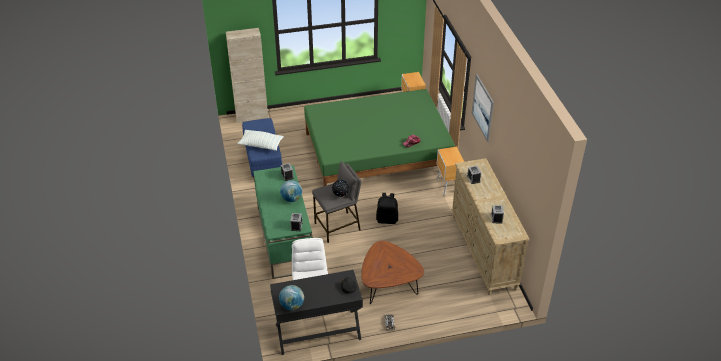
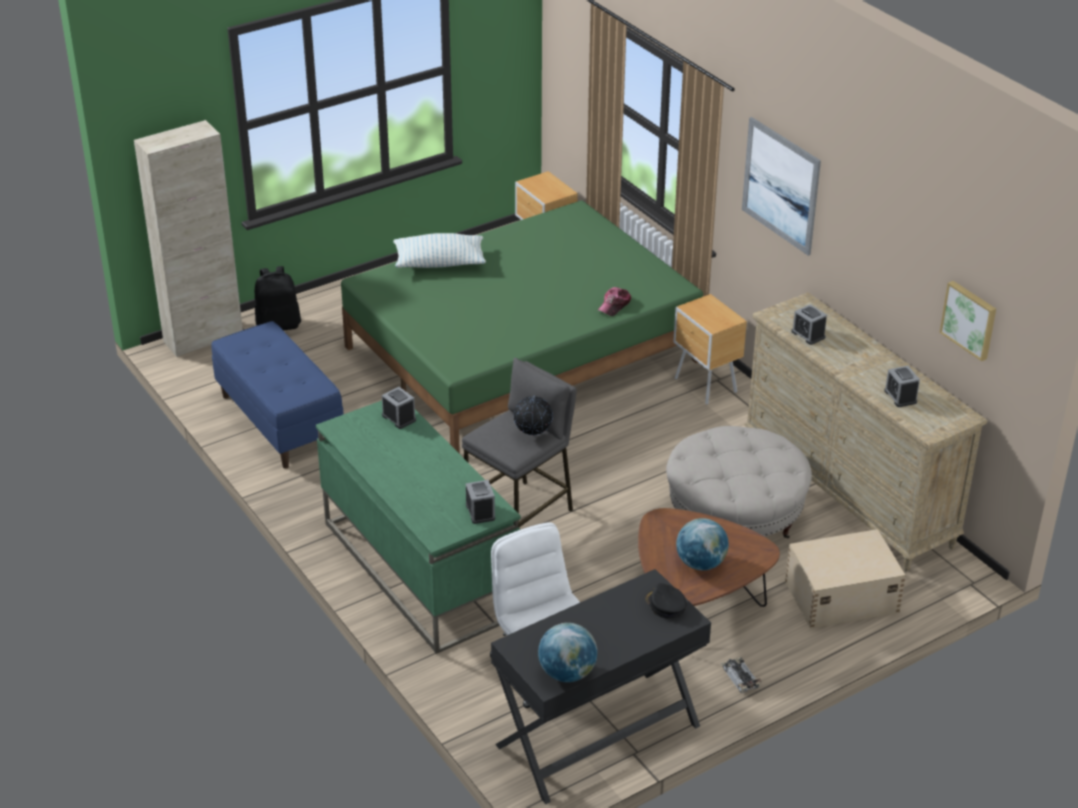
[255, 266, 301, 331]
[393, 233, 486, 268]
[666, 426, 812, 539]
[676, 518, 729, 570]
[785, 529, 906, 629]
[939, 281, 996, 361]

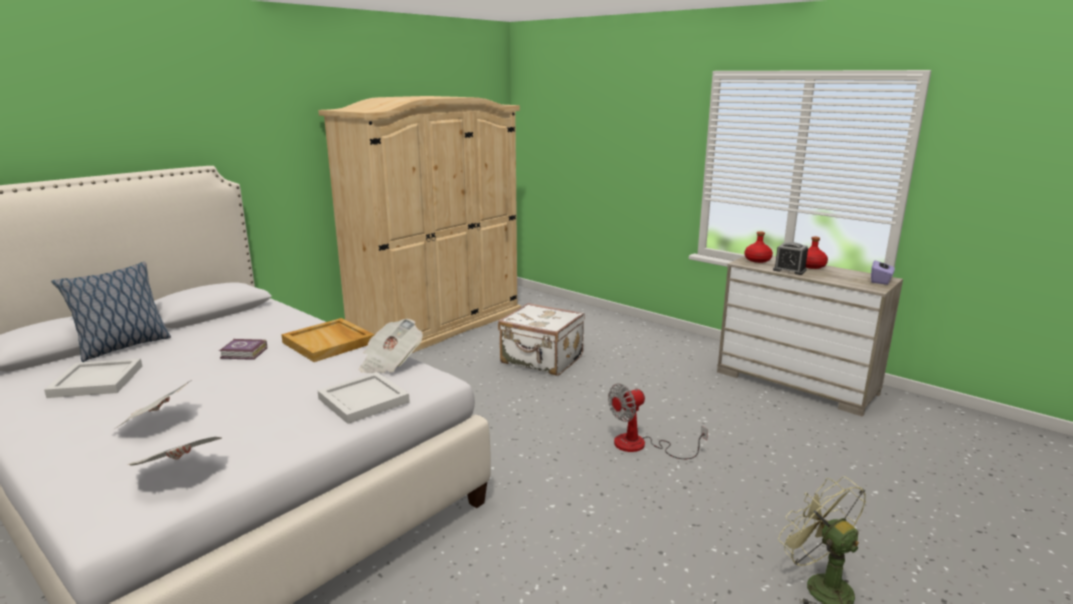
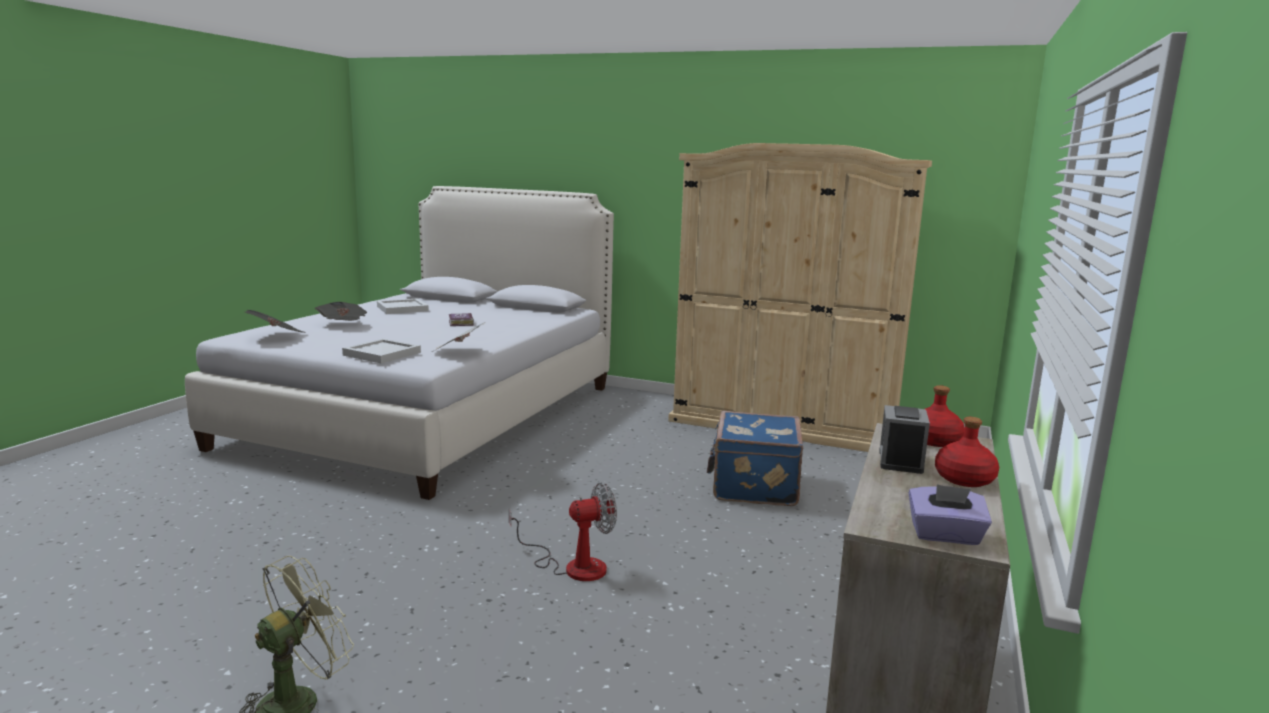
[509, 482, 617, 581]
[707, 411, 803, 506]
[51, 262, 171, 362] (first image)
[281, 318, 375, 362] (first image)

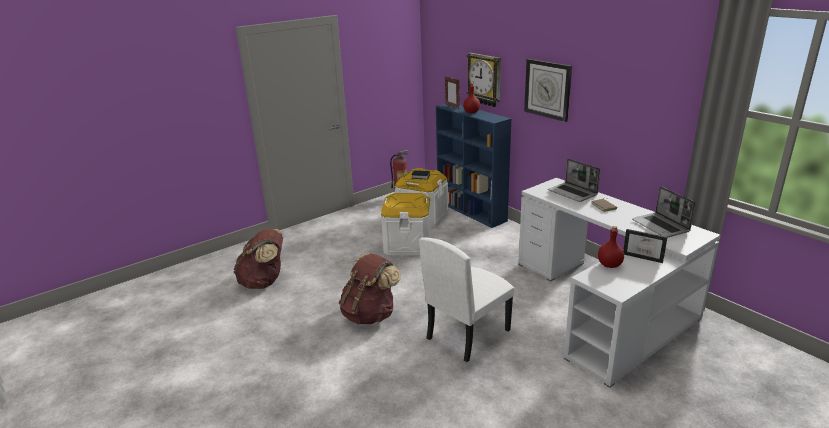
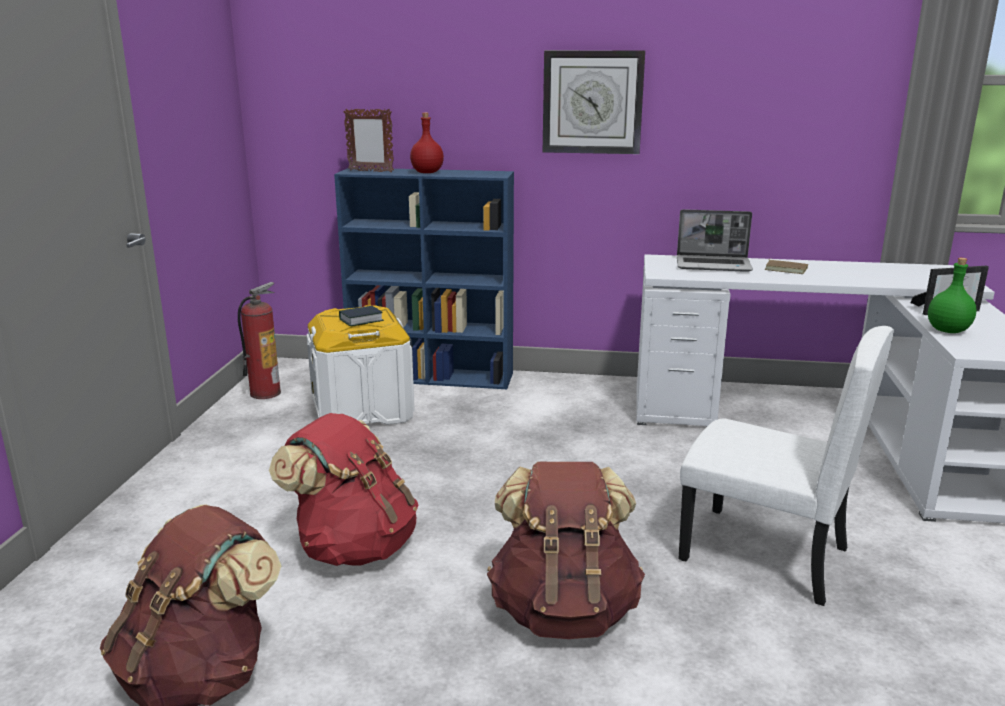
[269, 413, 419, 566]
[679, 326, 894, 606]
[928, 258, 977, 333]
[381, 193, 431, 256] (first image)
[467, 53, 501, 107] (first image)
[632, 186, 696, 238] (first image)

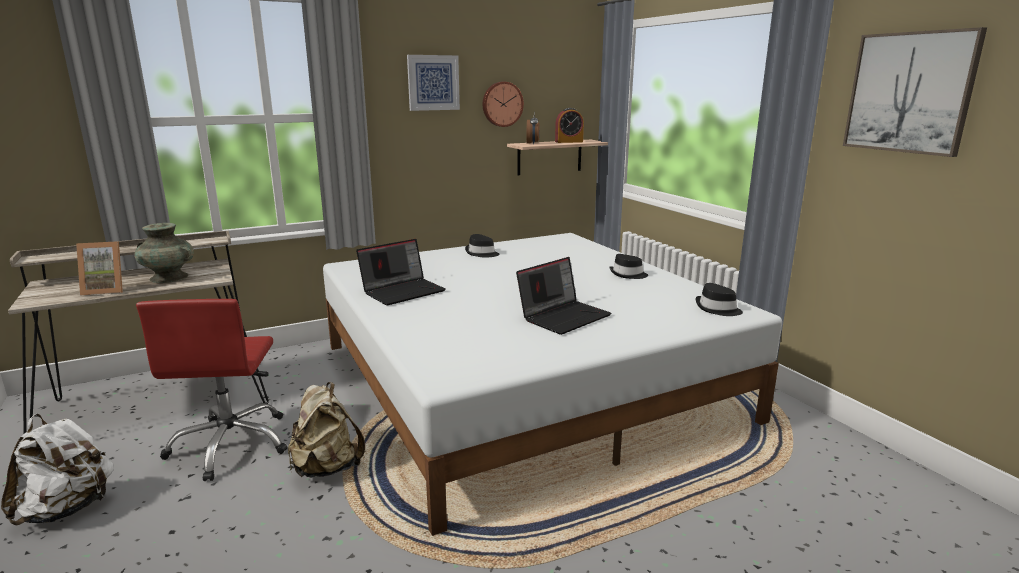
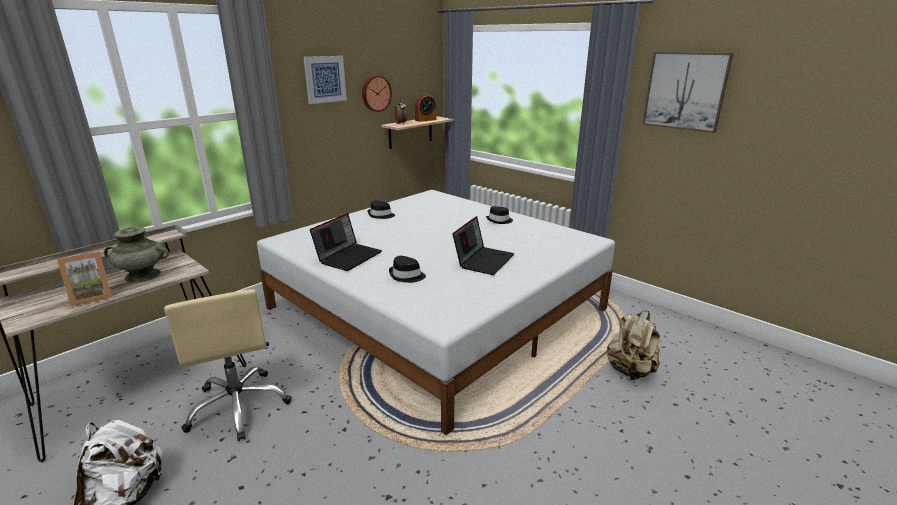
[164, 289, 292, 441]
[389, 256, 426, 283]
[607, 311, 660, 380]

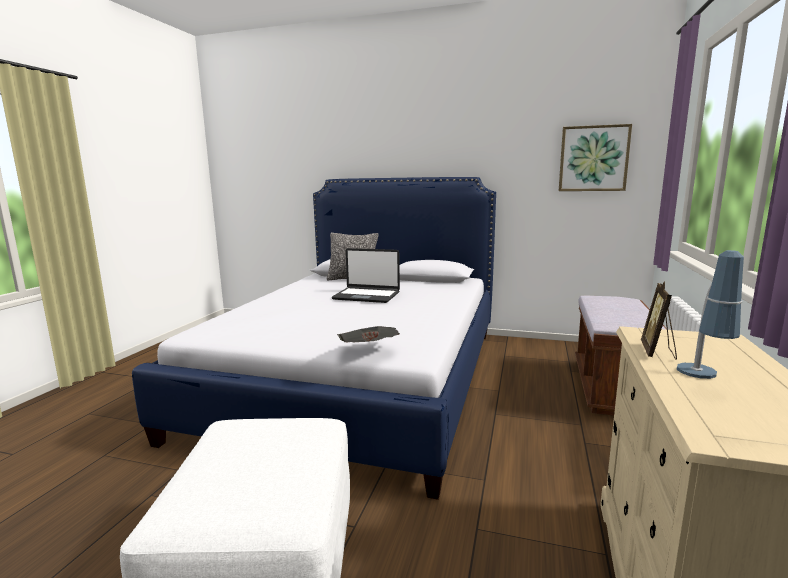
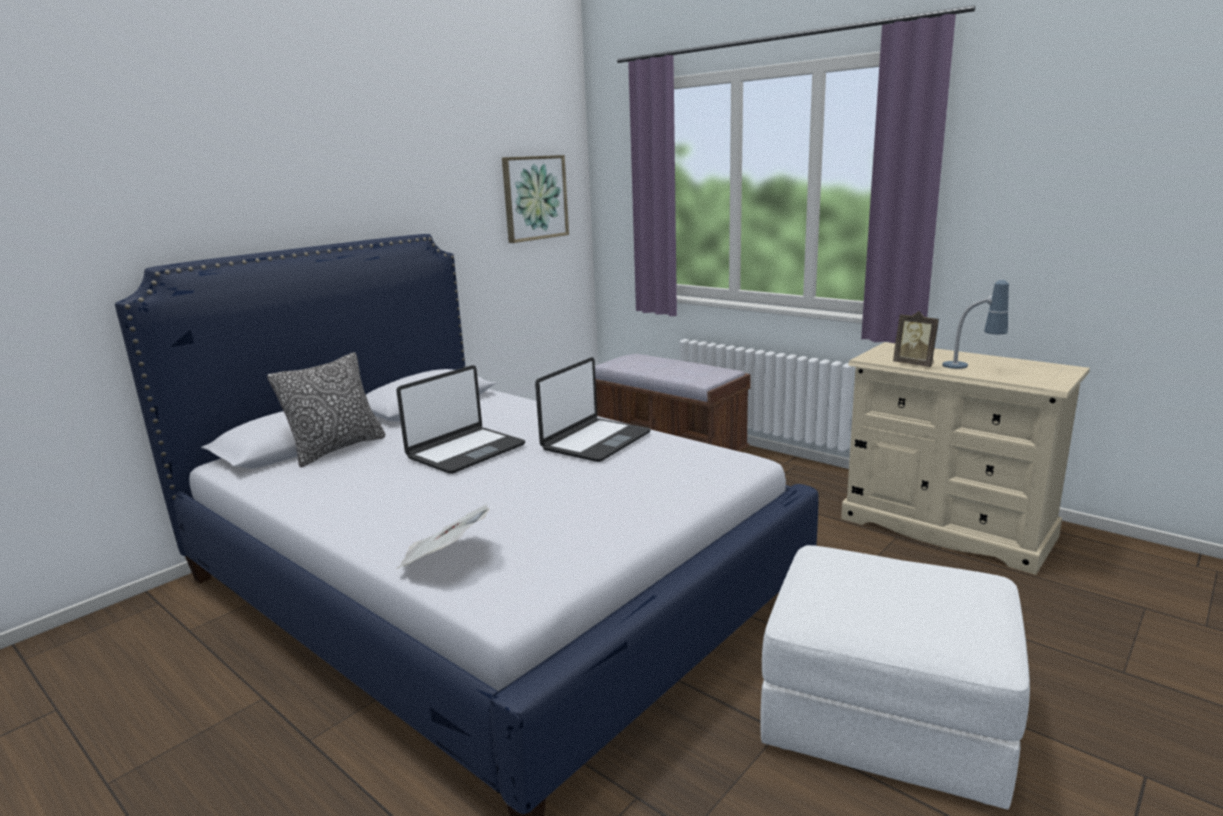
[395, 504, 489, 570]
[535, 357, 651, 462]

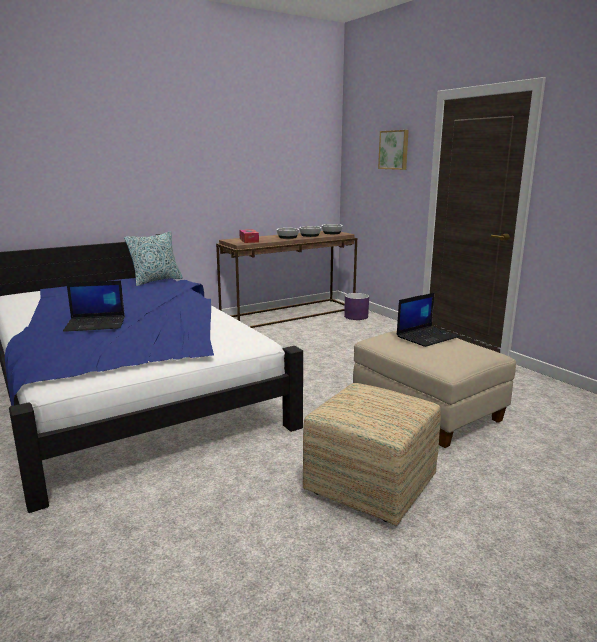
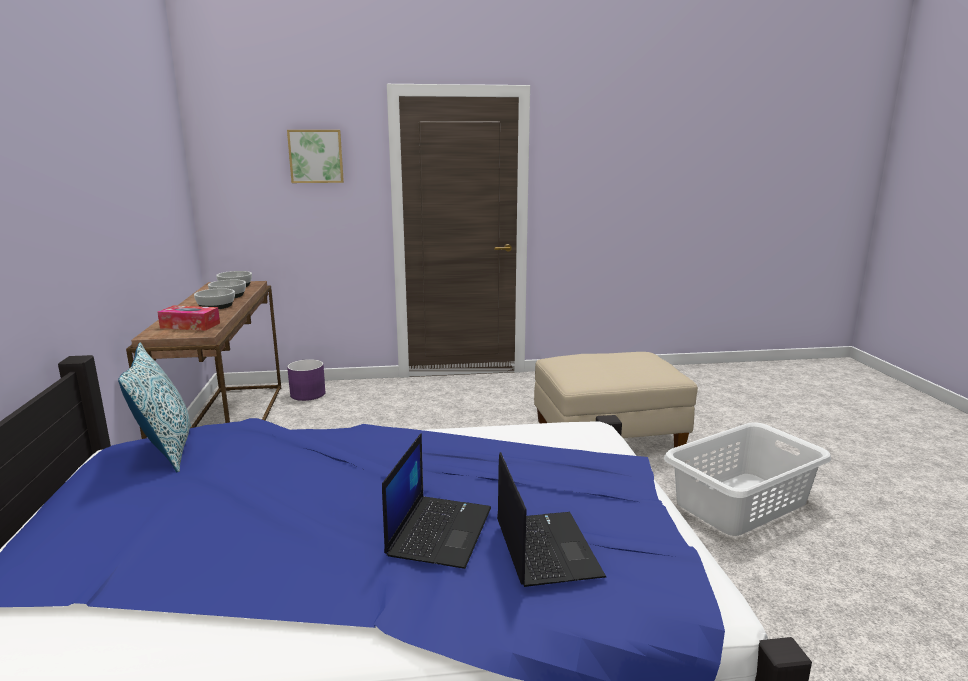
[497, 452, 606, 587]
[664, 423, 831, 536]

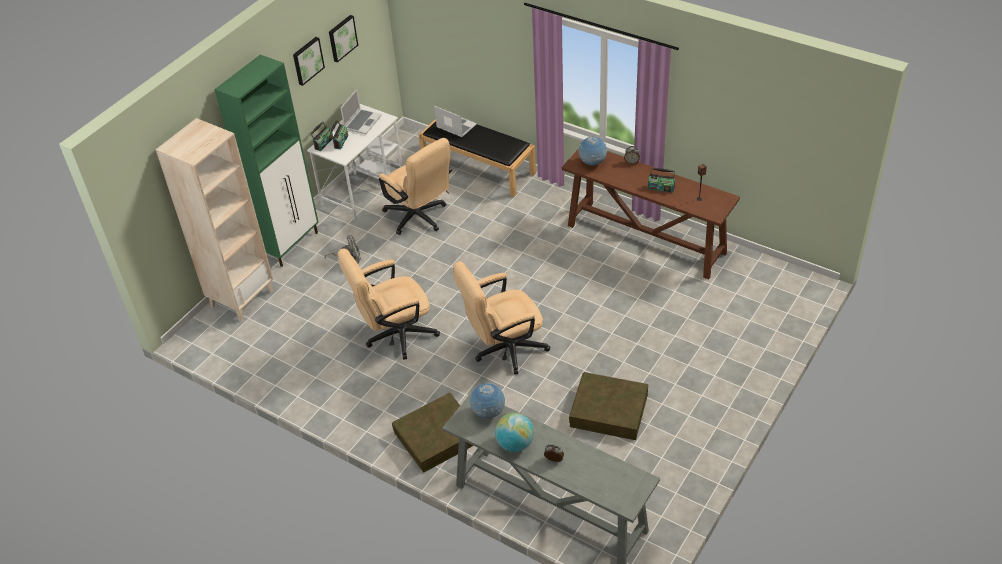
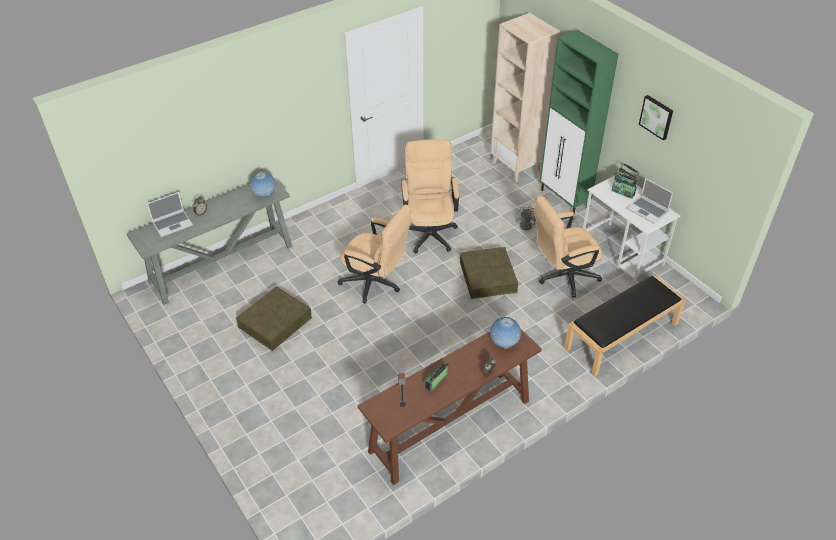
[147, 192, 193, 237]
[338, 204, 412, 303]
[460, 247, 518, 299]
[329, 15, 358, 63] (first image)
[495, 413, 534, 452] (first image)

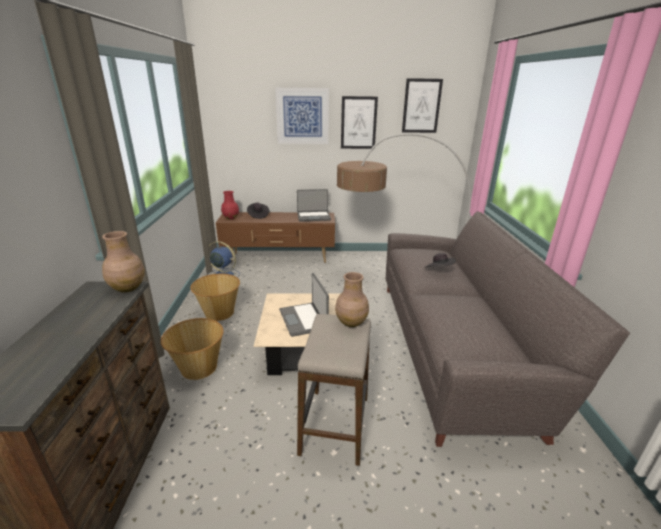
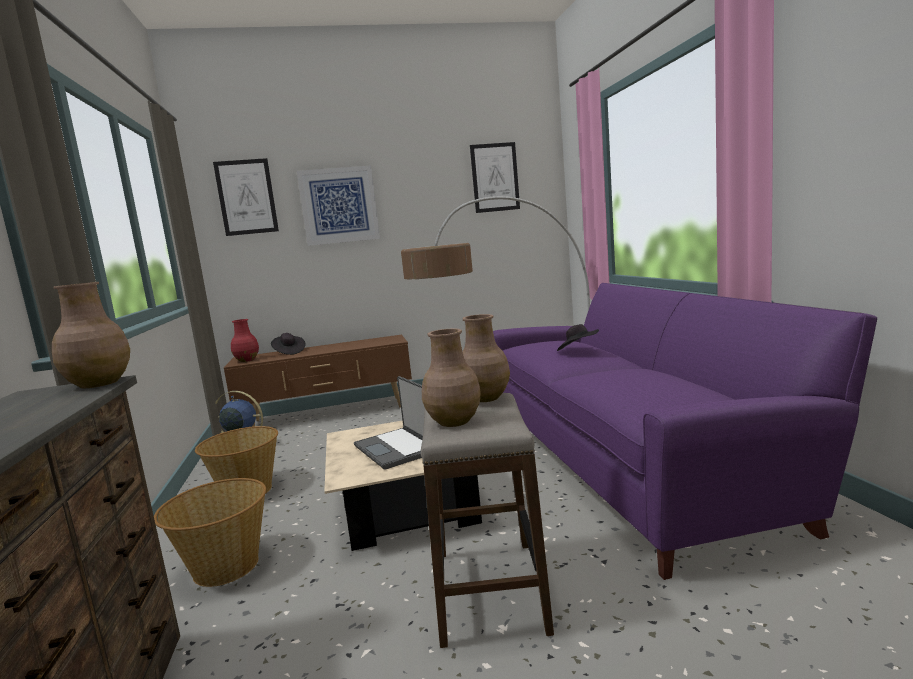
[213, 158, 279, 236]
[422, 329, 481, 427]
[493, 283, 877, 580]
[297, 189, 331, 222] (first image)

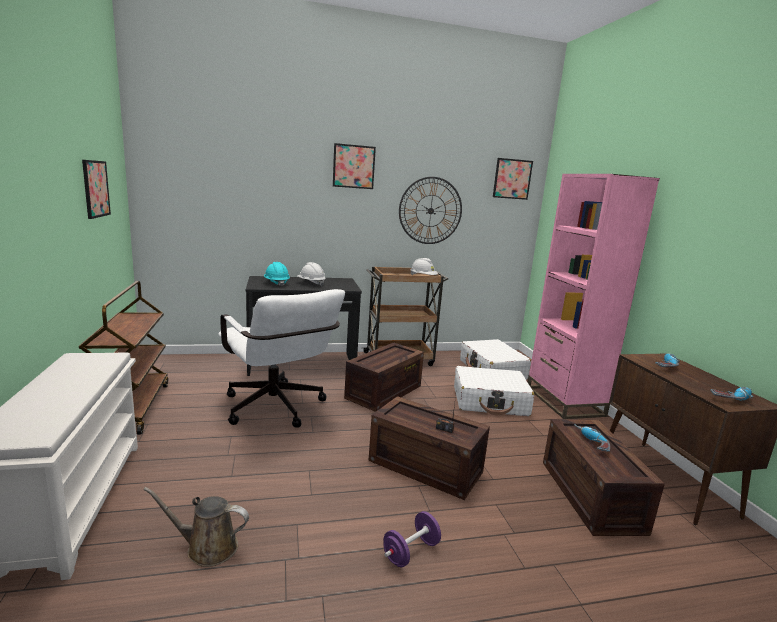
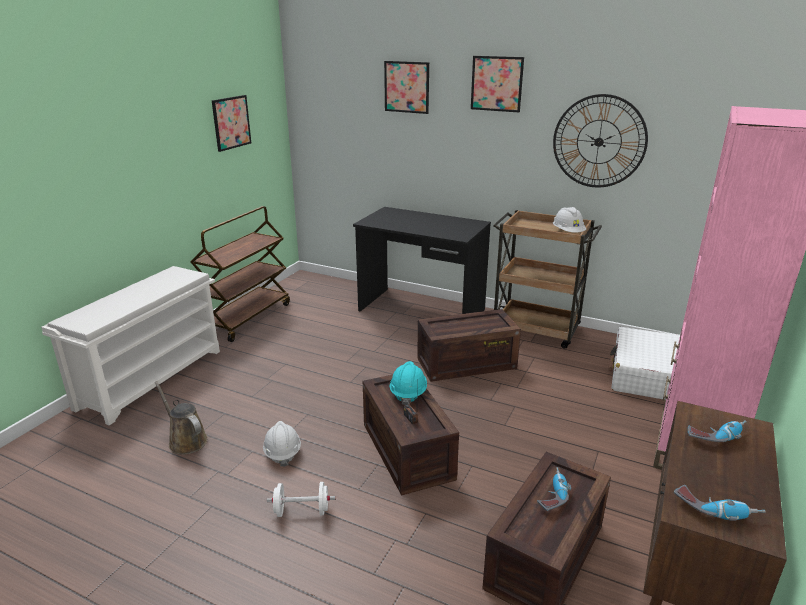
[263, 421, 301, 467]
[267, 482, 335, 517]
[384, 61, 429, 114]
[390, 361, 427, 405]
[218, 289, 345, 428] (first image)
[454, 366, 534, 416] (first image)

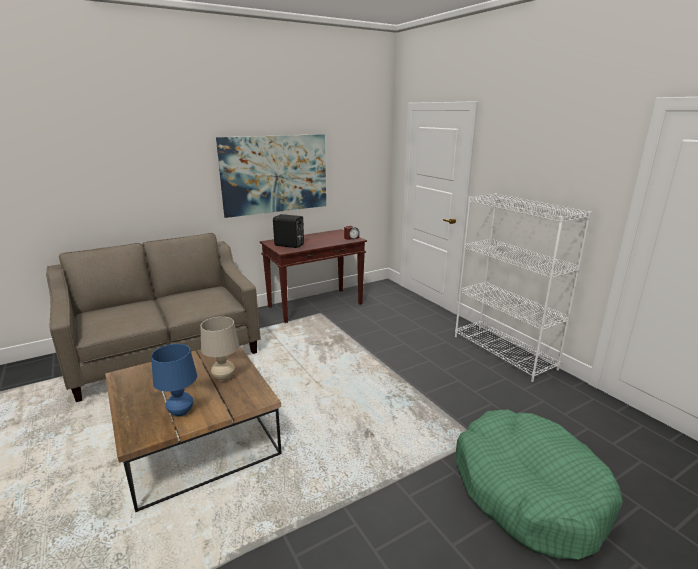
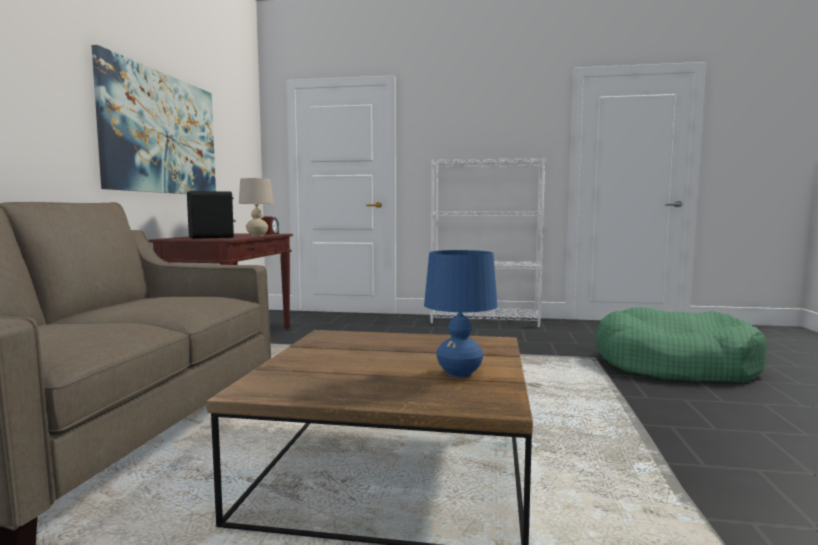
[239, 178, 274, 236]

